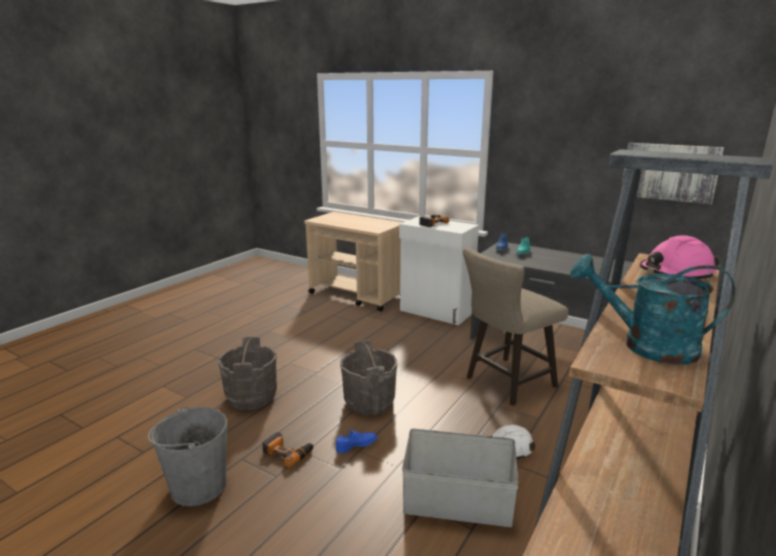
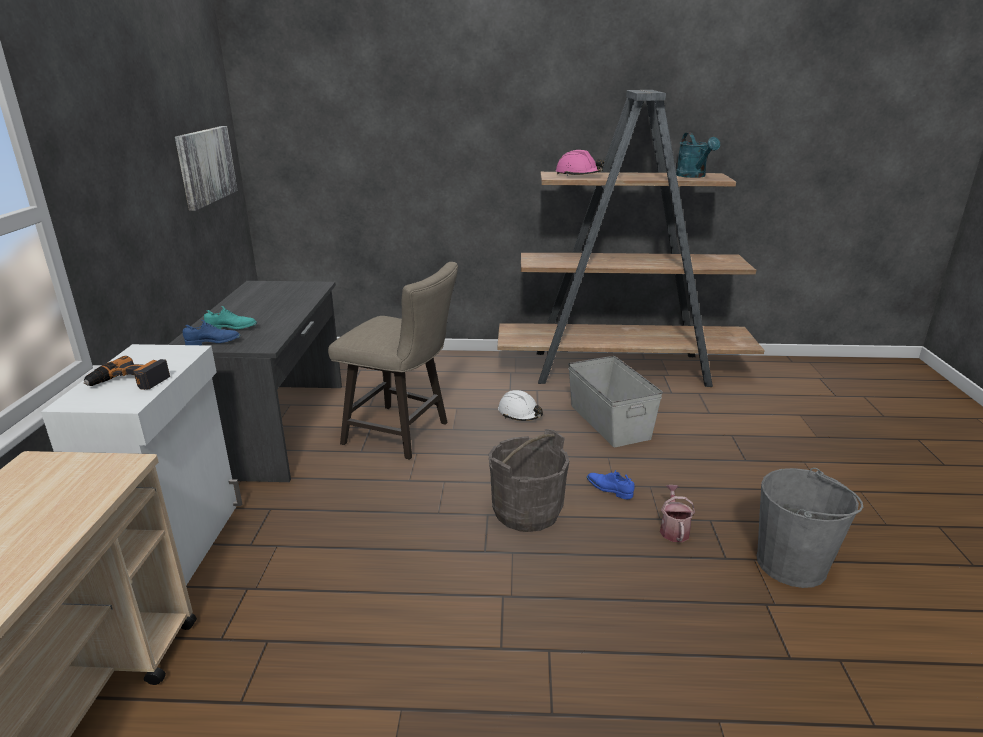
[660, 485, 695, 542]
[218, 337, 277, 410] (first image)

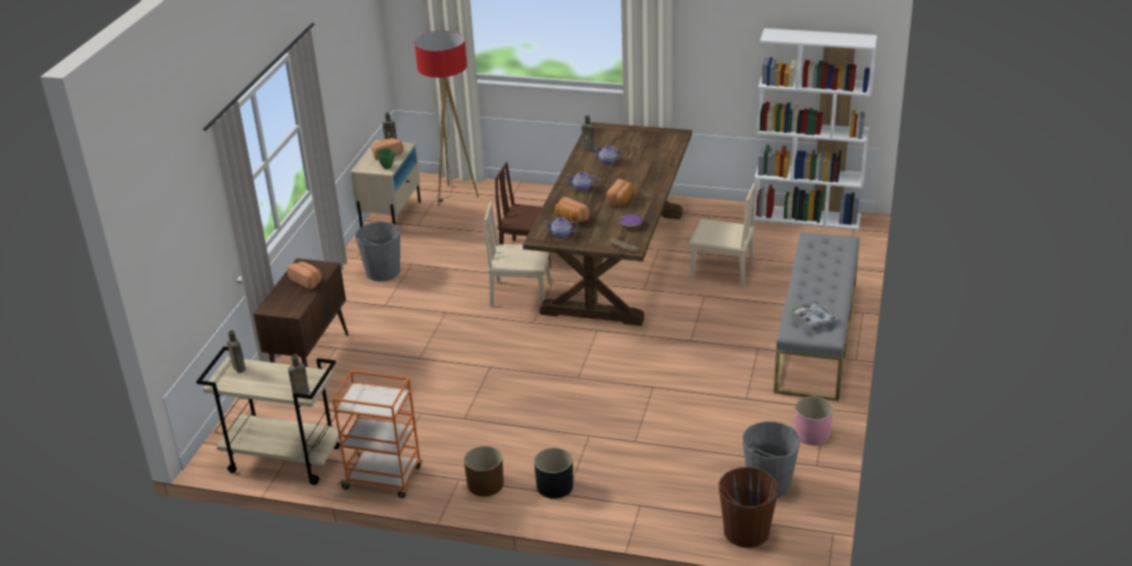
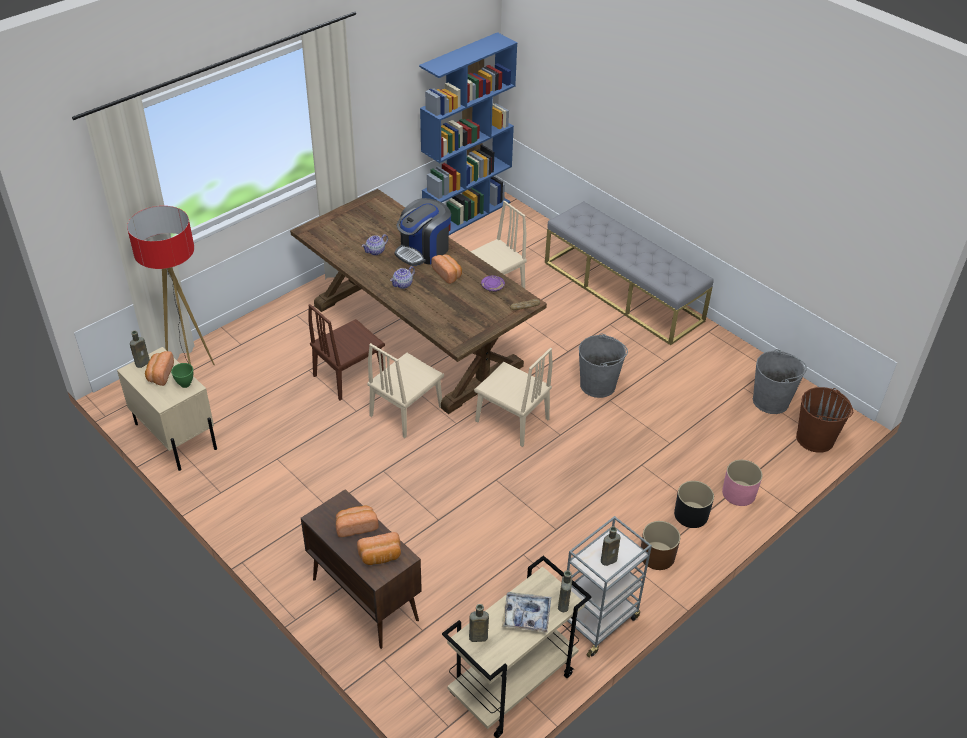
[357, 532, 401, 565]
[395, 198, 451, 266]
[419, 32, 517, 235]
[474, 348, 553, 447]
[502, 592, 551, 633]
[567, 516, 652, 658]
[579, 334, 628, 398]
[601, 526, 620, 566]
[722, 460, 762, 506]
[544, 217, 578, 238] (first image)

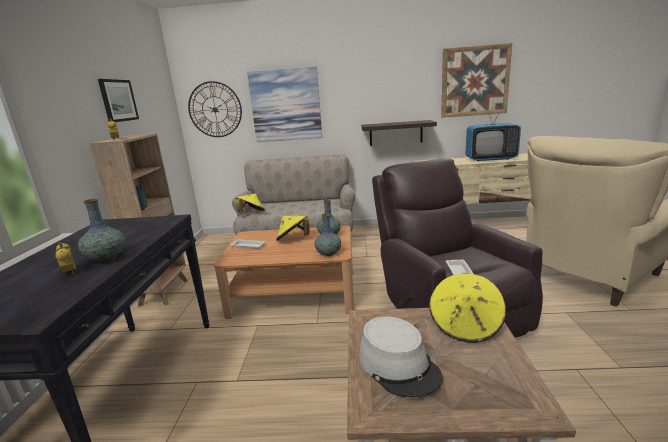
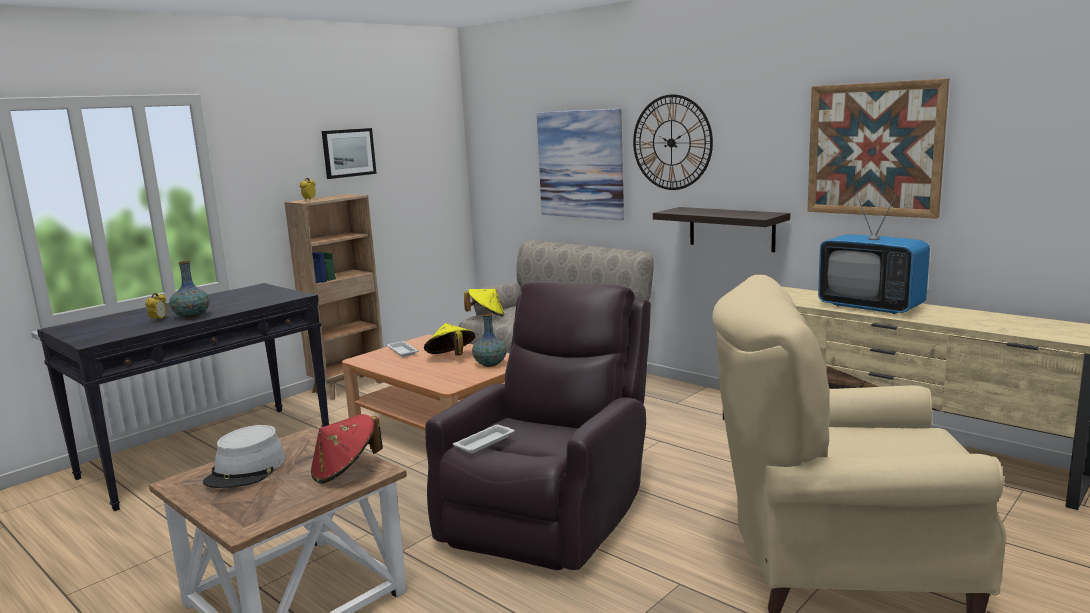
[311, 414, 383, 484]
[633, 94, 713, 190]
[314, 214, 341, 256] (first image)

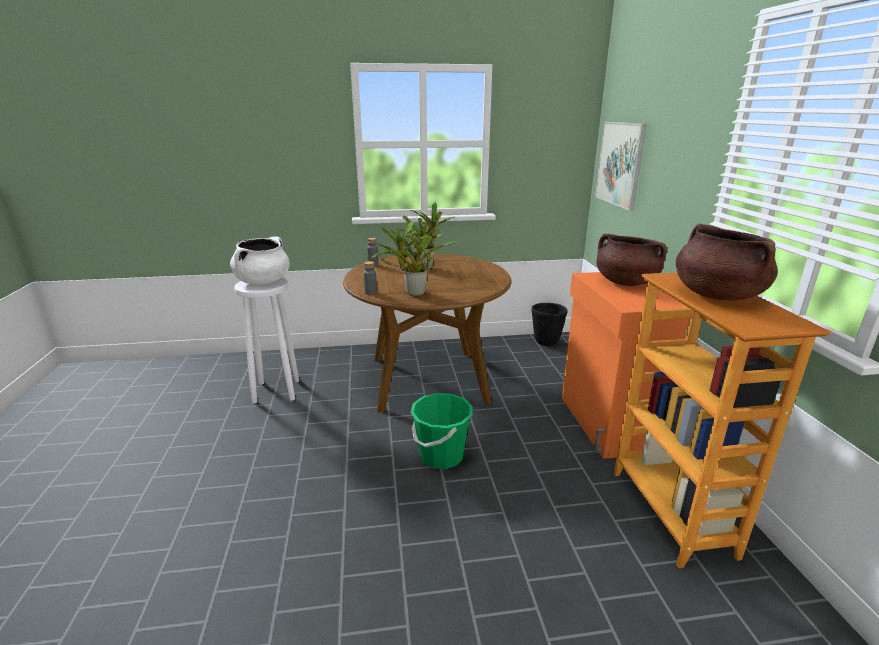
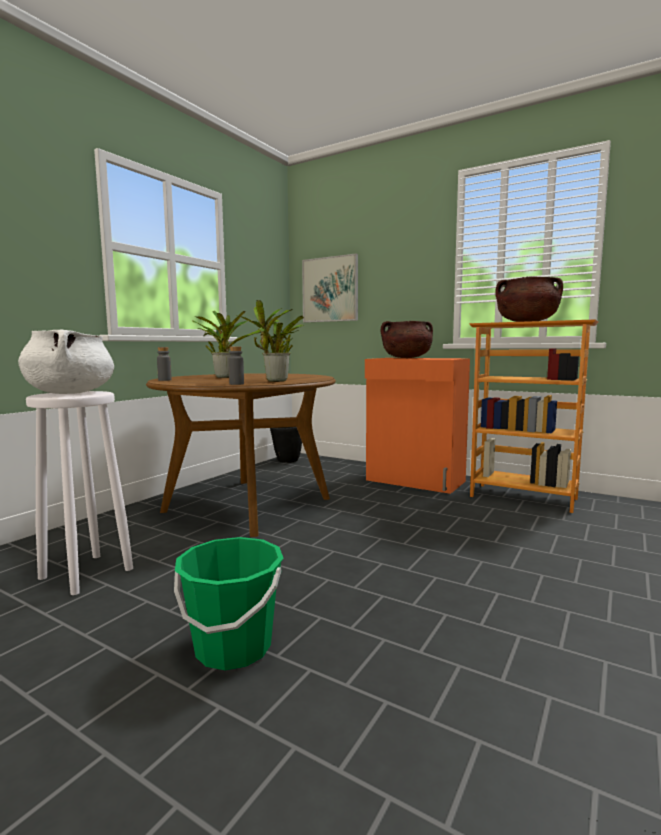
[174, 537, 283, 670]

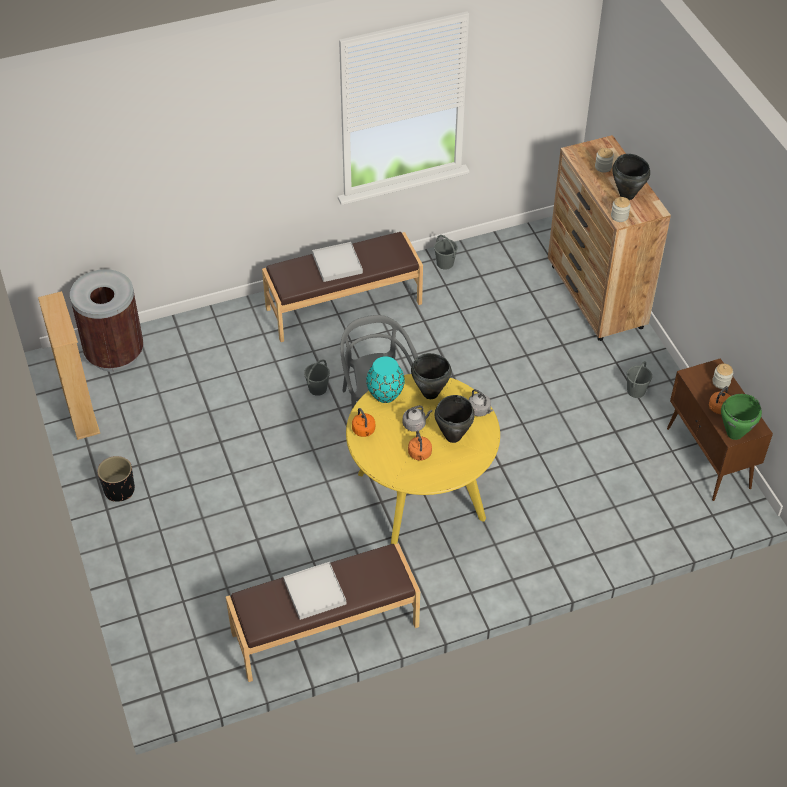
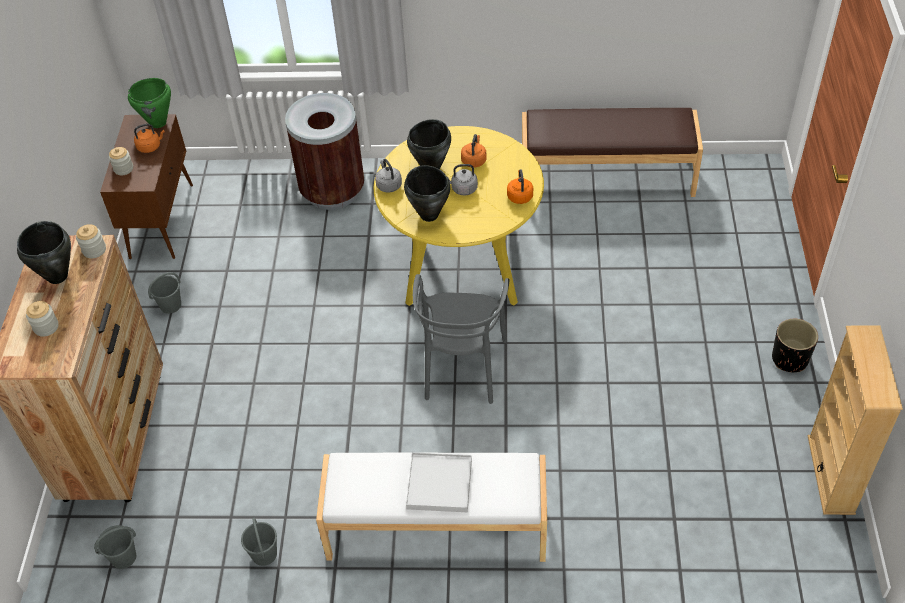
[94, 525, 136, 569]
[285, 93, 364, 210]
[316, 453, 547, 562]
[284, 562, 346, 620] (first image)
[366, 356, 405, 403] (first image)

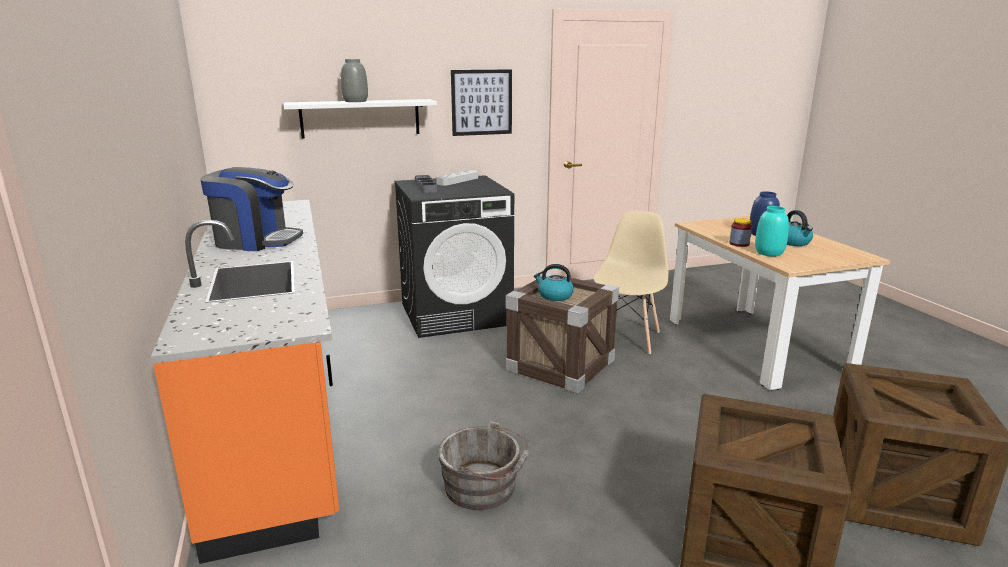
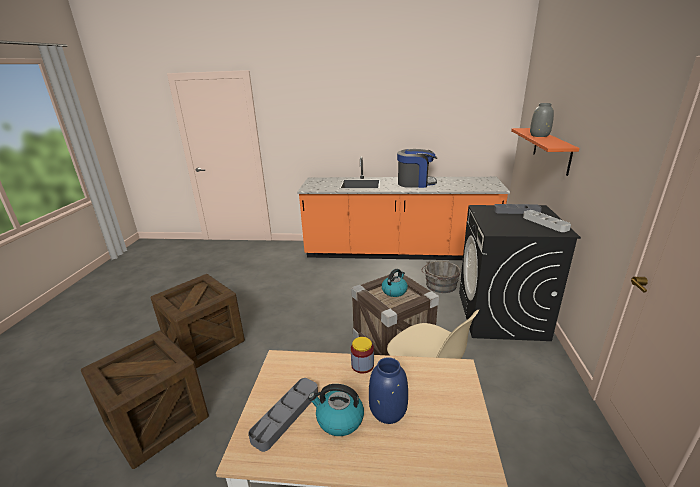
[248, 378, 318, 452]
[397, 149, 437, 188]
[422, 260, 461, 293]
[511, 128, 579, 176]
[451, 69, 512, 136] (first image)
[755, 206, 789, 256] (first image)

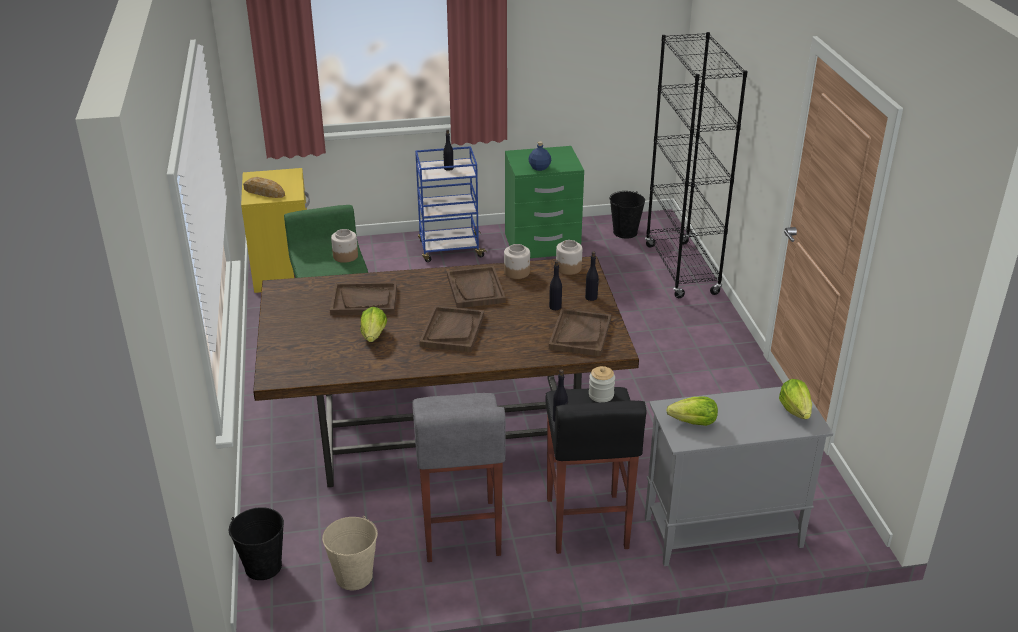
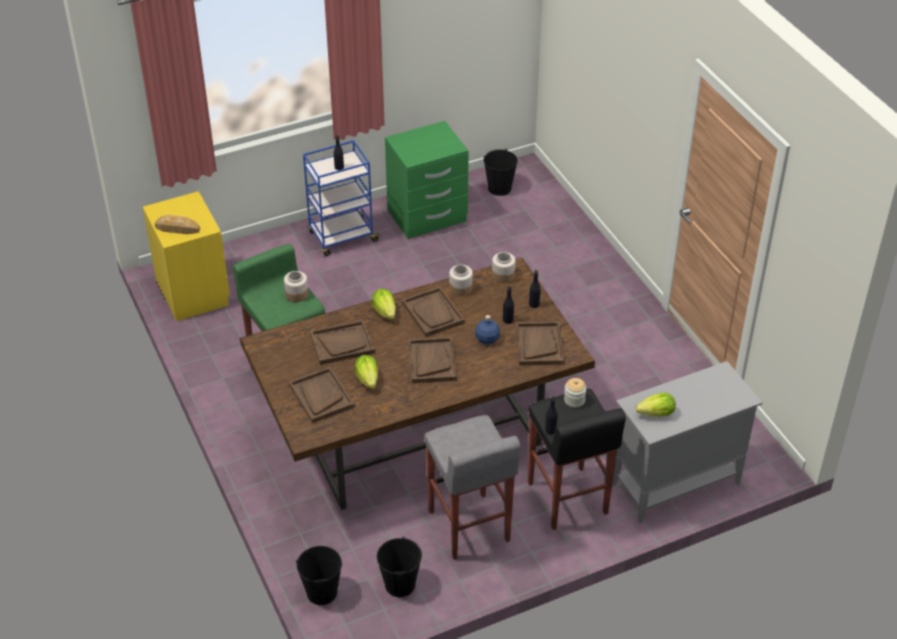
[289, 367, 354, 423]
[372, 289, 396, 320]
[377, 536, 422, 597]
[475, 315, 500, 345]
[645, 32, 748, 298] (first image)

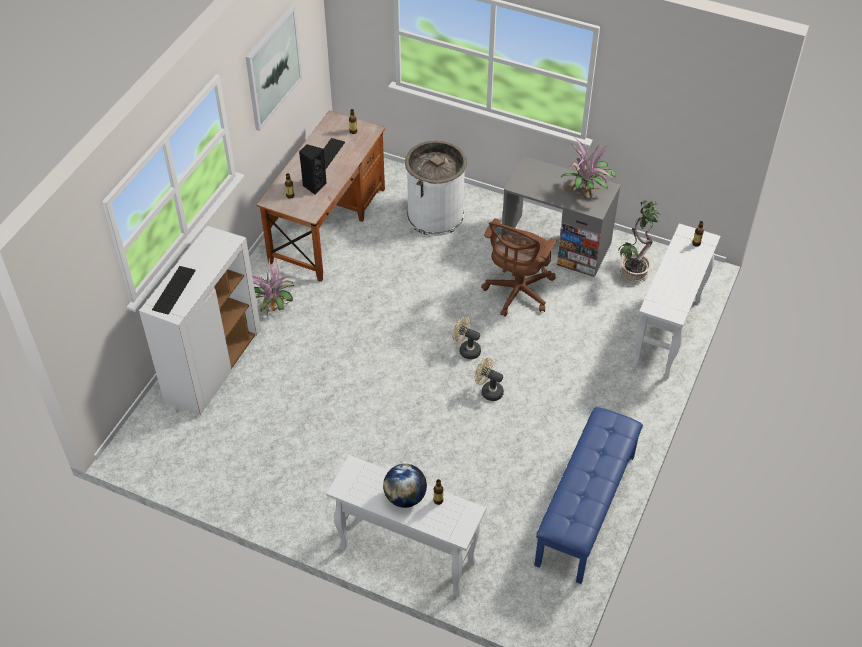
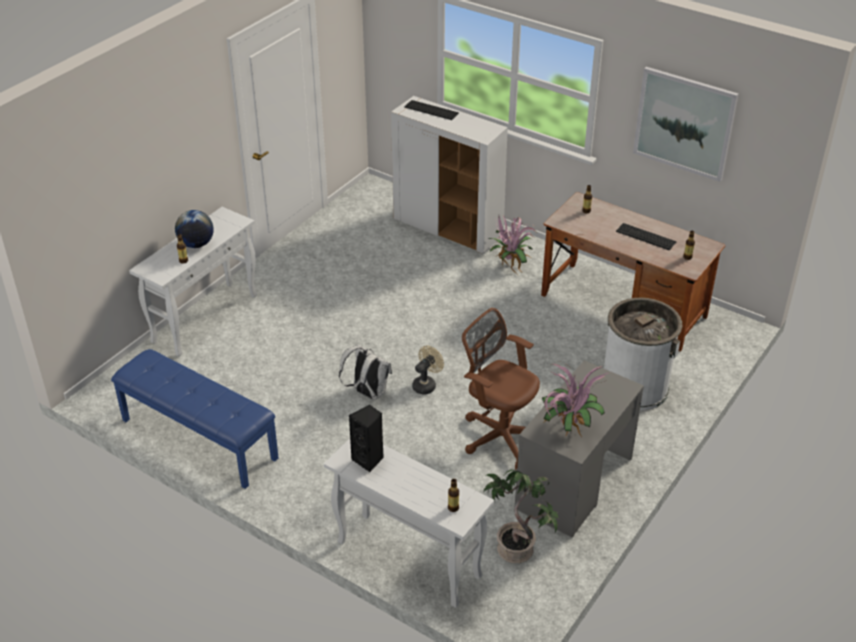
[339, 344, 392, 400]
[349, 405, 384, 472]

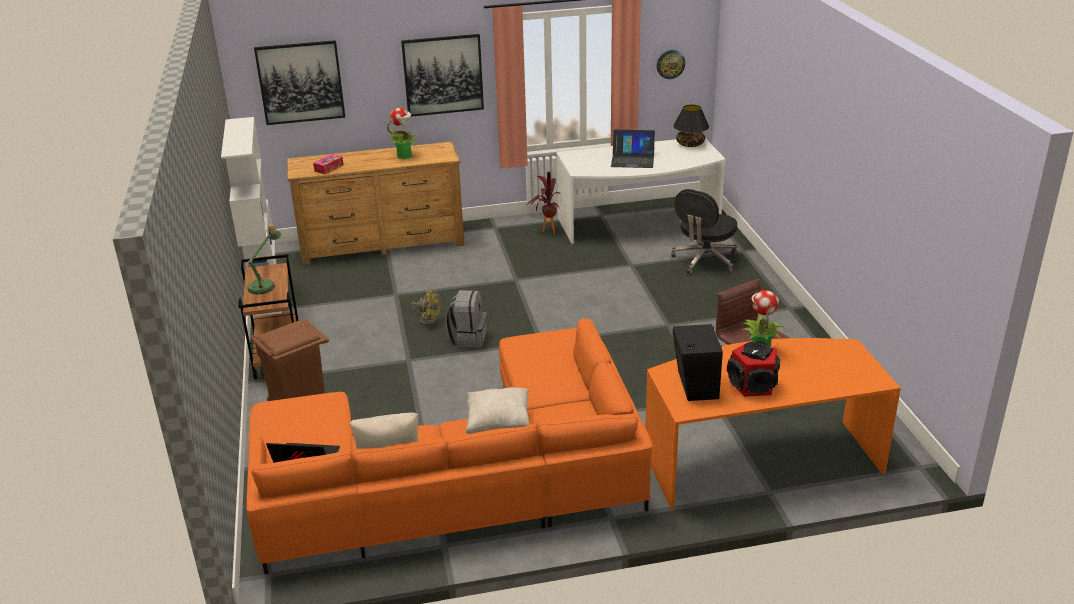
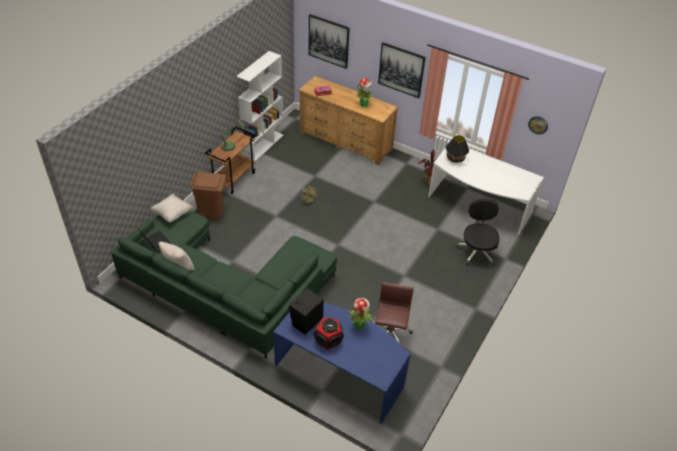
[111, 210, 337, 358]
[150, 193, 193, 222]
[273, 303, 411, 424]
[446, 135, 469, 163]
[455, 199, 499, 266]
[445, 290, 487, 348] (first image)
[611, 130, 655, 168] (first image)

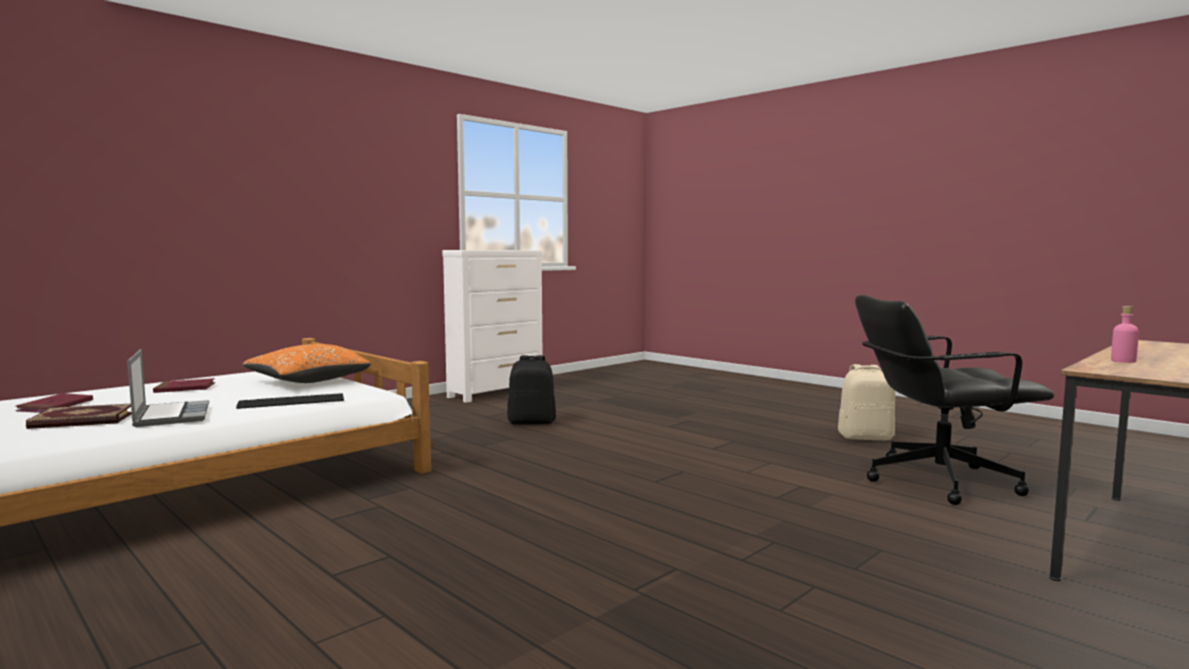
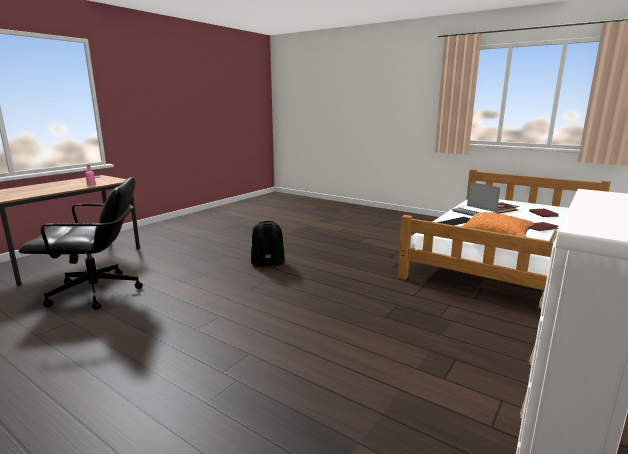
[251, 221, 285, 271]
[838, 364, 895, 440] (first image)

